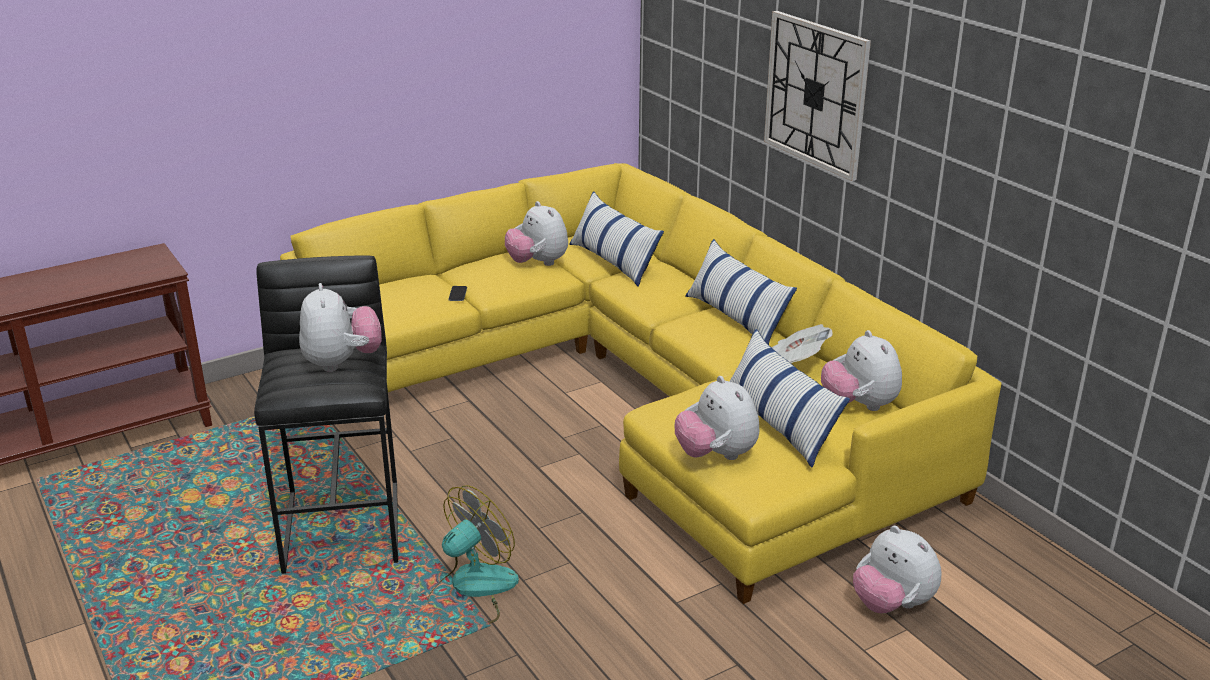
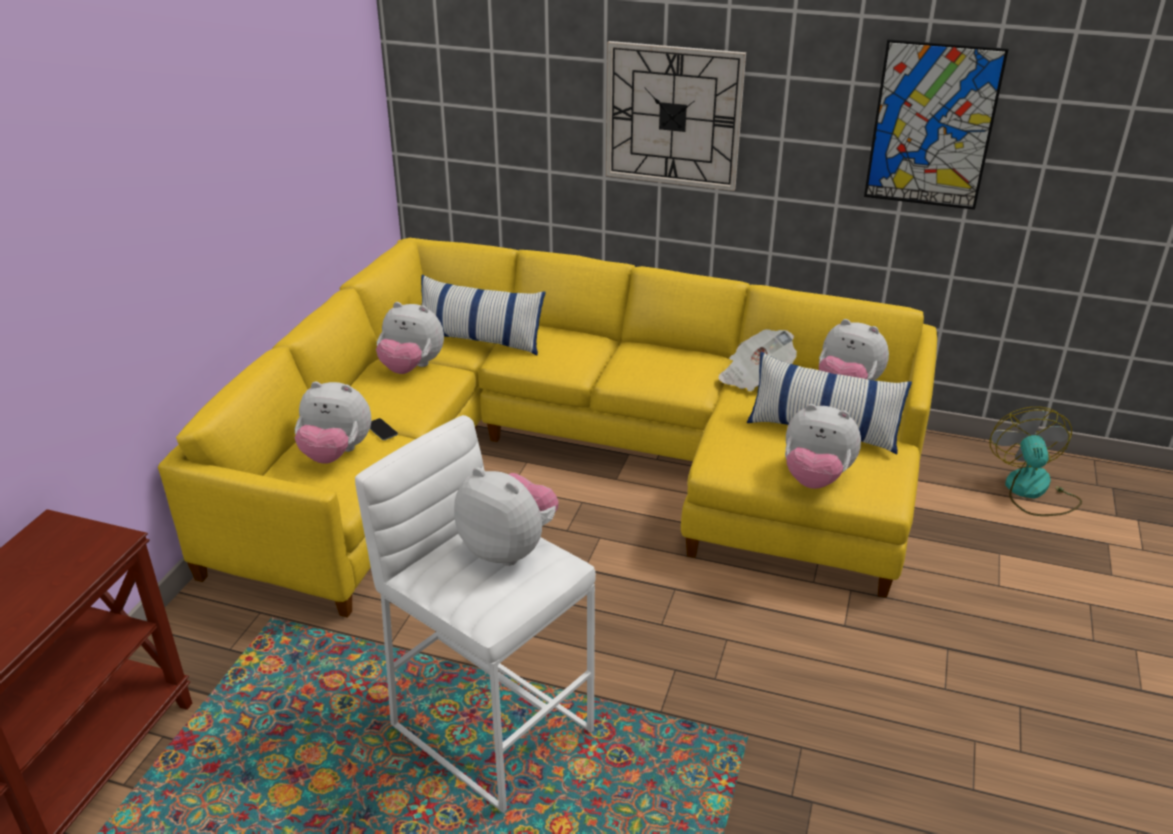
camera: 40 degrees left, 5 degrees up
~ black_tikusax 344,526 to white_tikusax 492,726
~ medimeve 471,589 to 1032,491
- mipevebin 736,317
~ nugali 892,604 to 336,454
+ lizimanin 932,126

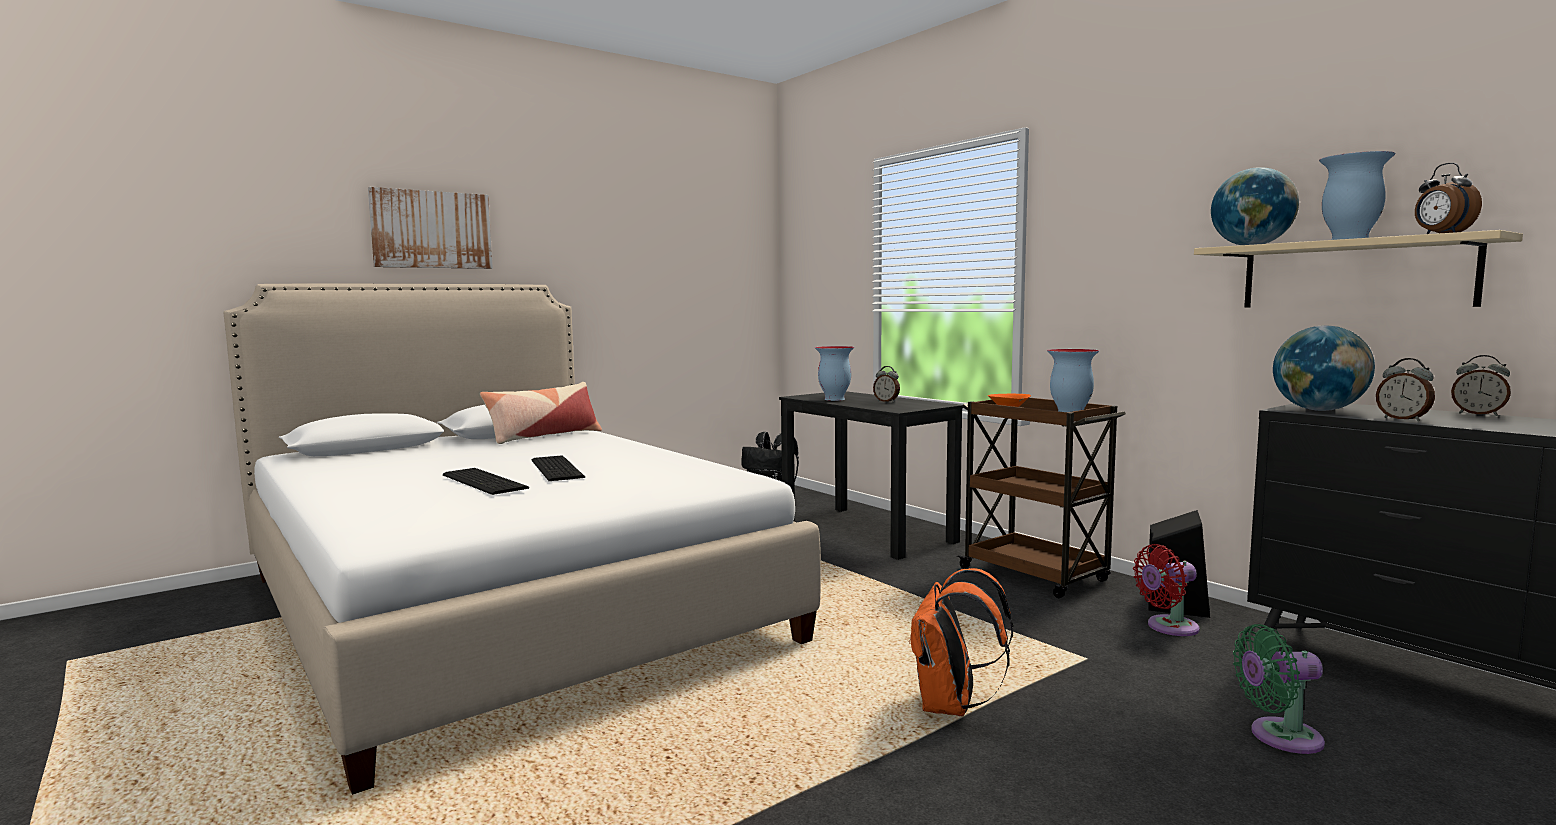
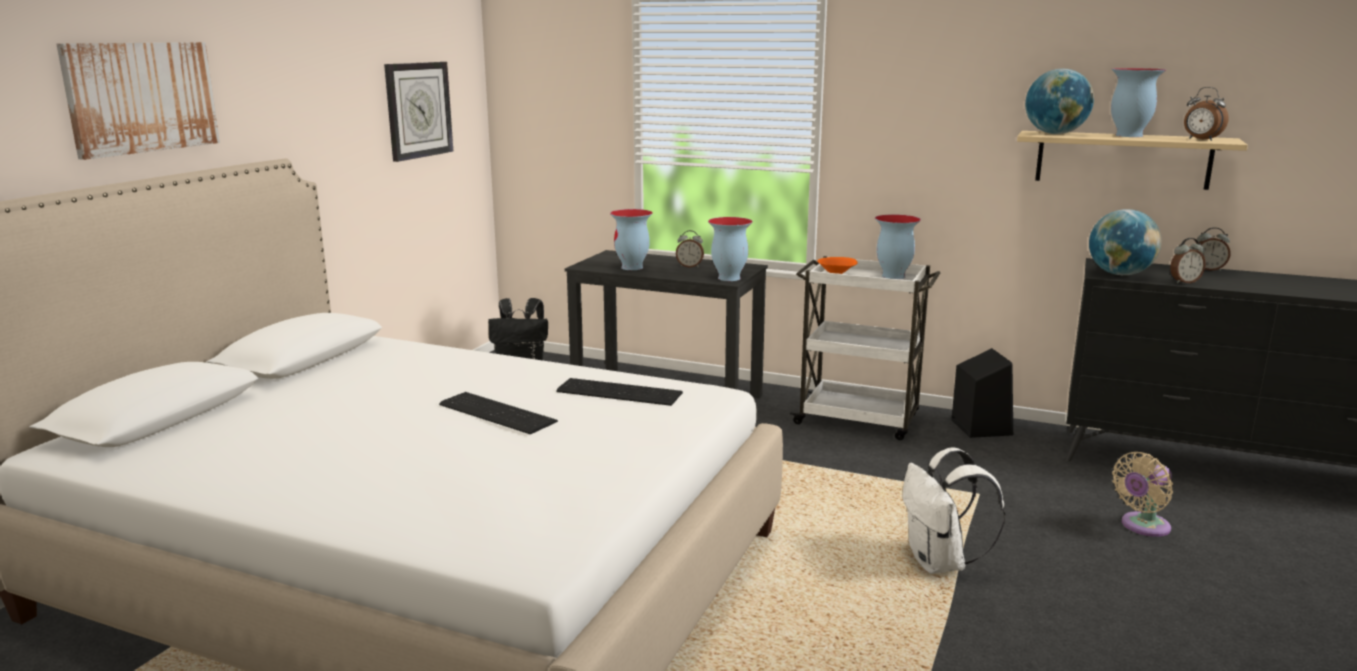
camera: 30 degrees left, 10 degrees up
~ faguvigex 485,481 to 618,391
- mipevebin 544,436
~ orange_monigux 951,707 to white_monigux 940,563
~ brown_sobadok 1035,575 to white_sobadok 859,420
- red_medimeve 1168,627
~ green_medimeve 1279,737 to beige_medimeve 1142,526
~ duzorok 1403,419 = 1184,282 45 degrees counterclockwise
+ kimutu 418,110
+ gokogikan 728,278

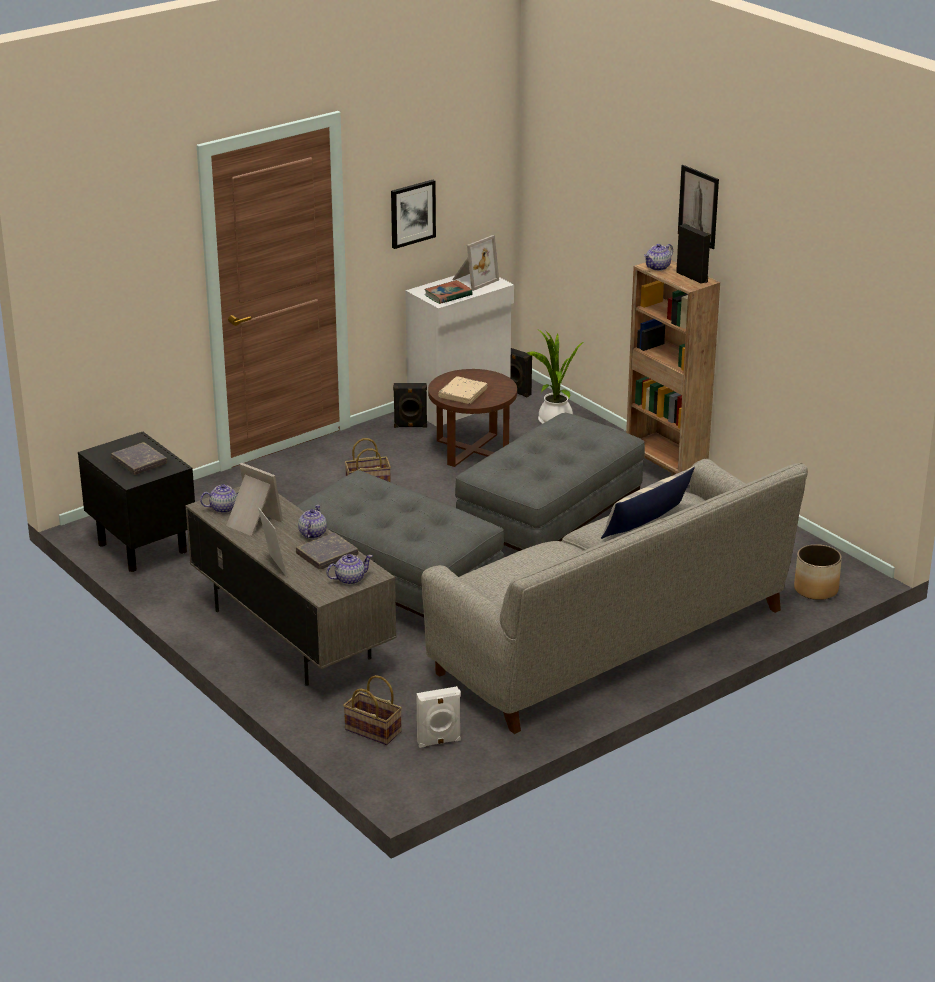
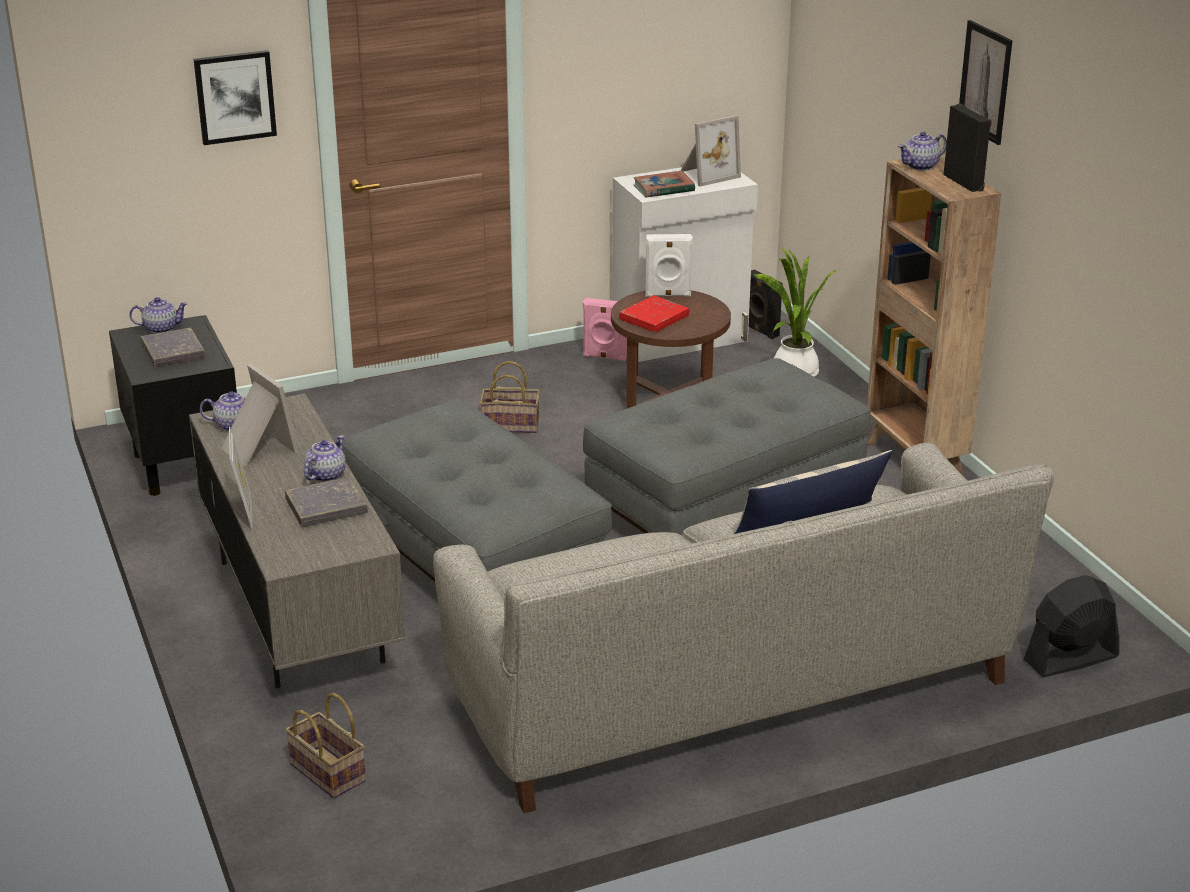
camera: 15 degrees right, 0 degrees up
~ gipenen 349,579 to 160,328
~ lizimanin 412,213 to 235,96
~ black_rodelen 410,426 to pink_rodelen 604,357
~ white_rodelen 439,742 to 668,295
~ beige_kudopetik 463,393 to red_kudopetik 654,318
~ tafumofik 816,590 to black_medimeve 1070,658

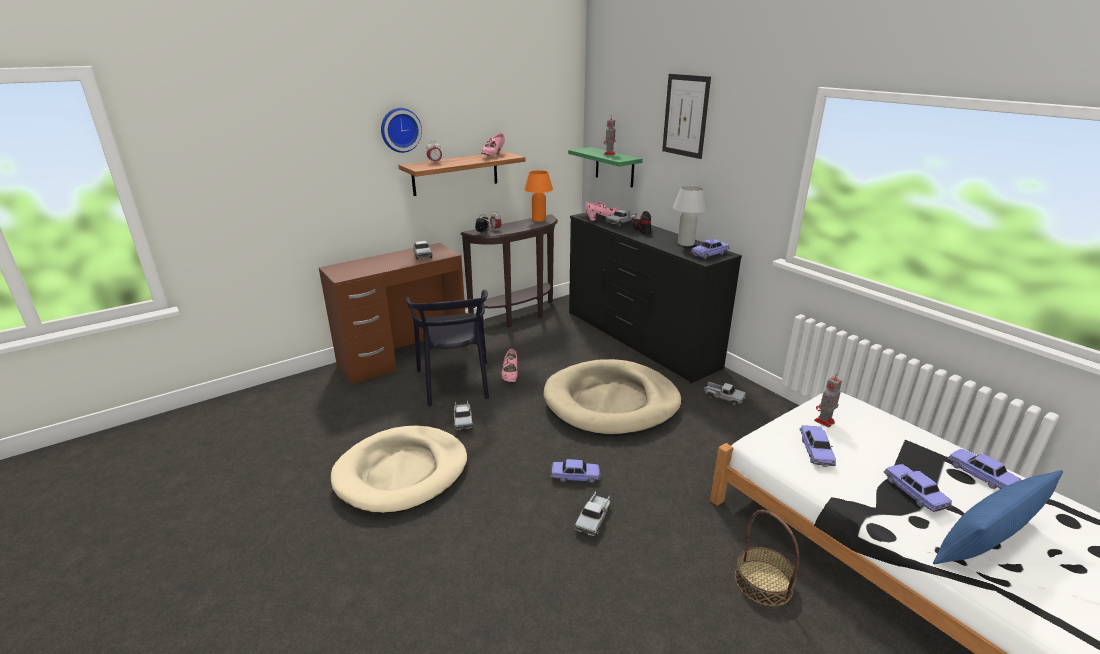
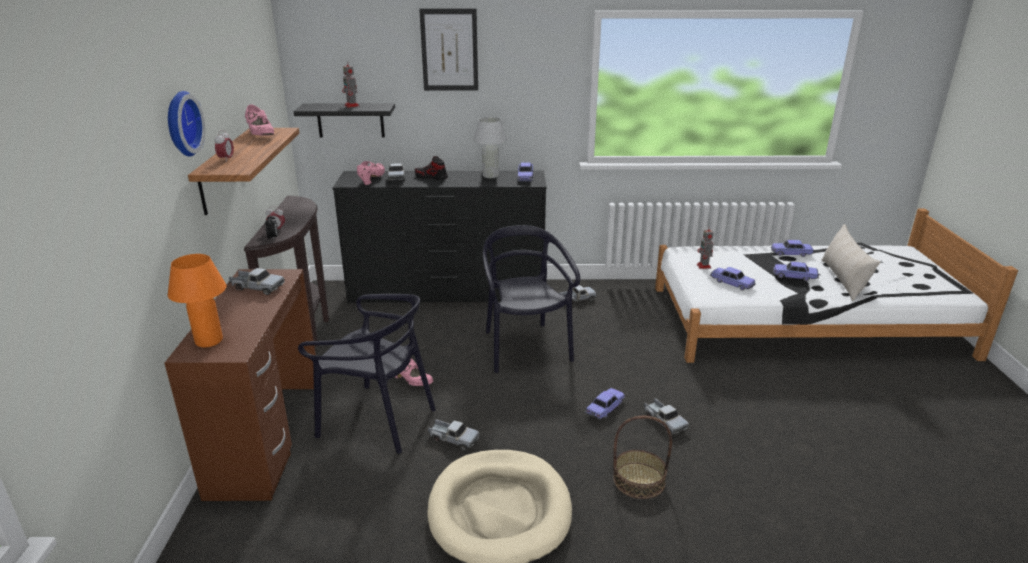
camera: 55 degrees left, 0 degrees up
~ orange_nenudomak 539,220 to 209,341
~ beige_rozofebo 611,402 to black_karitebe 525,348
~ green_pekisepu 614,167 to black_pekisepu 350,120
~ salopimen 763,582 to 639,480
~ blue_mipevebin 986,541 to beige_mipevebin 843,280

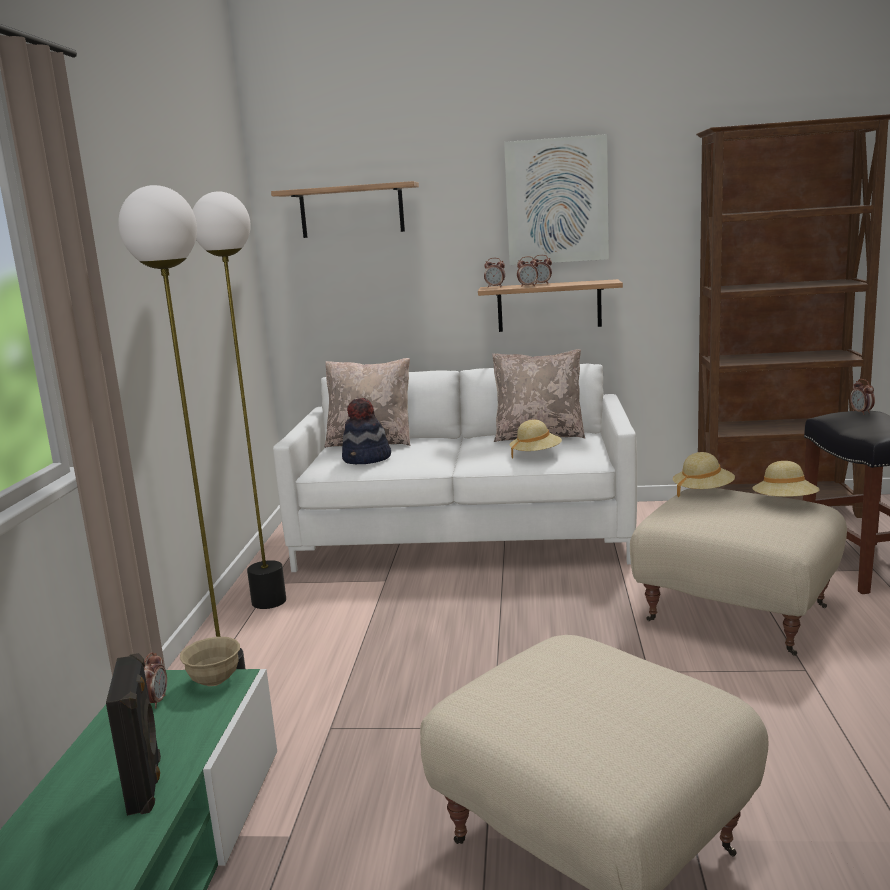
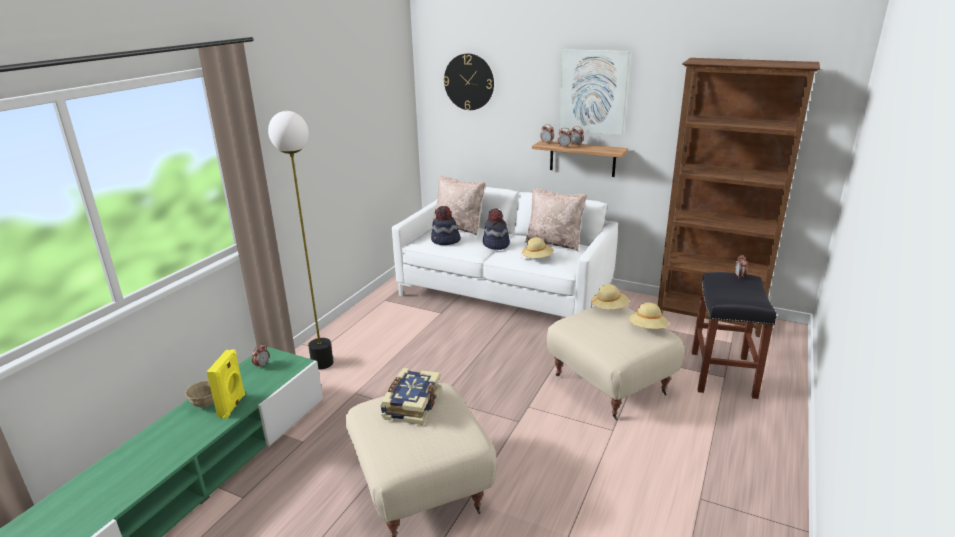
camera: 20 degrees right, 10 degrees up
~ black_rodelen 146,785 to yellow_rodelen 233,406
~ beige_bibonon 214,681 to 205,404
- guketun 269,601
~ pekisepu 351,211 to kimutu 469,82
+ kudopetik 411,404
+ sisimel 496,244

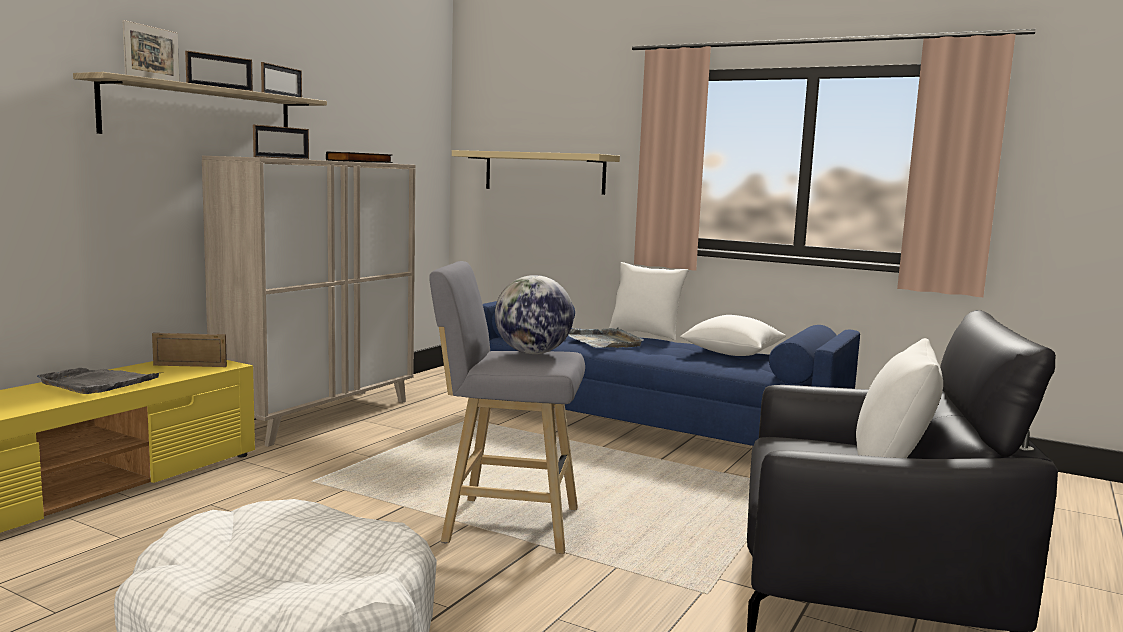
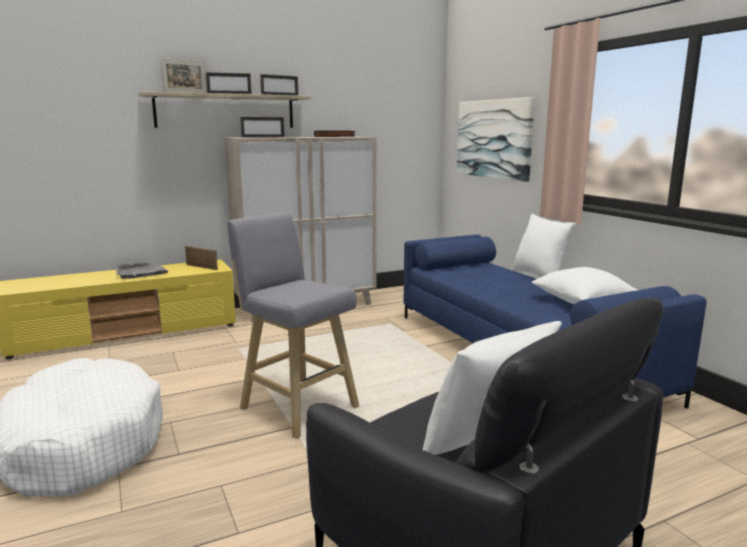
camera: 35 degrees right, 5 degrees up
~ beige_pekisepu 544,172 to lizimanin 493,139
- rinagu 532,353
- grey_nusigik 604,341

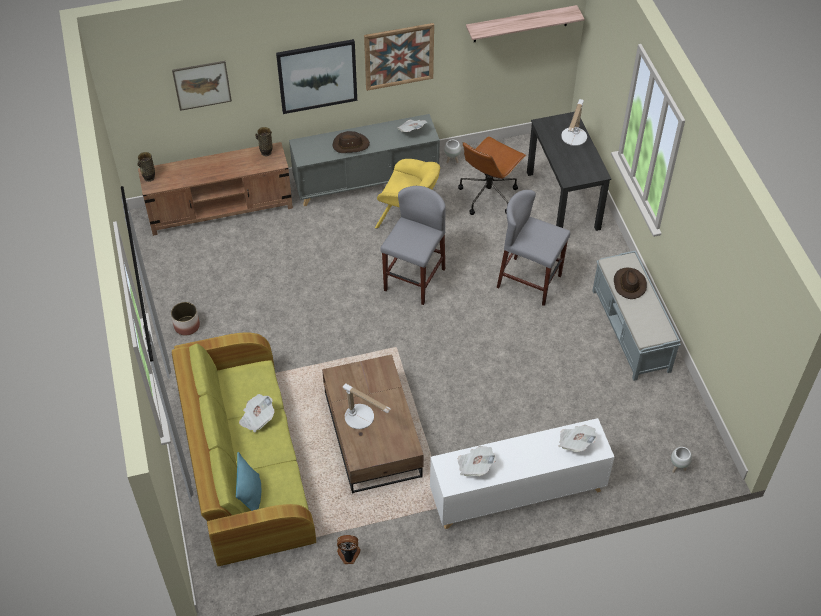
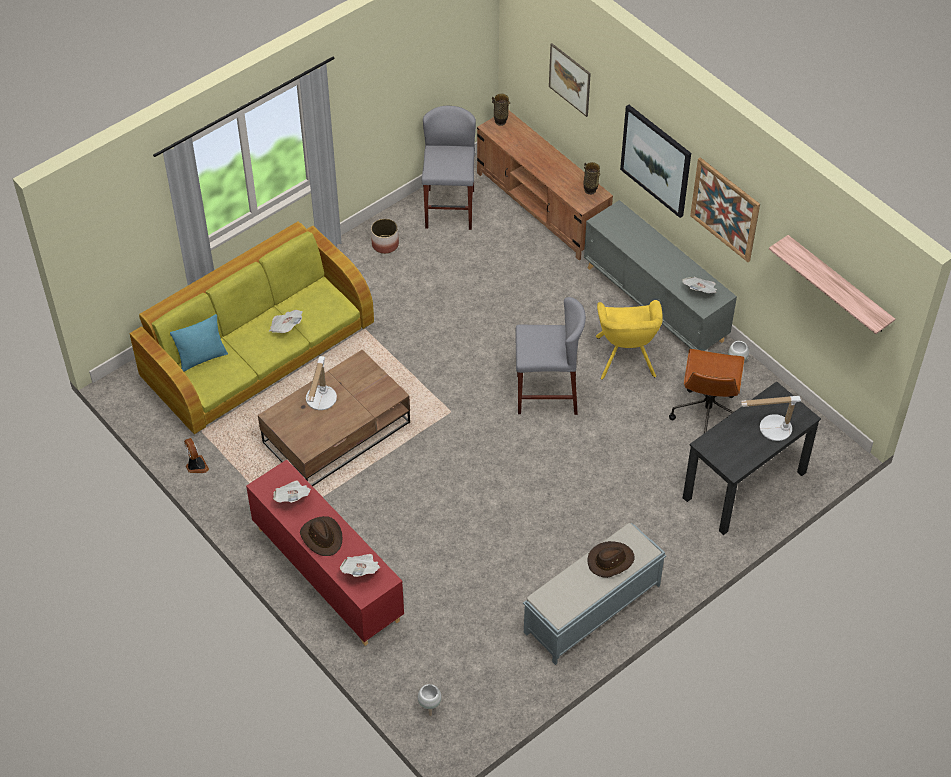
camera: 65 degrees right, 0 degrees up
~ brown_sisimel 350,145 to 322,537
~ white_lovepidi 517,493 to red_lovepidi 327,574
~ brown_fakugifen 488,195 = 707,415 90 degrees counterclockwise
~ grey_tikusax 529,281 to 449,209

